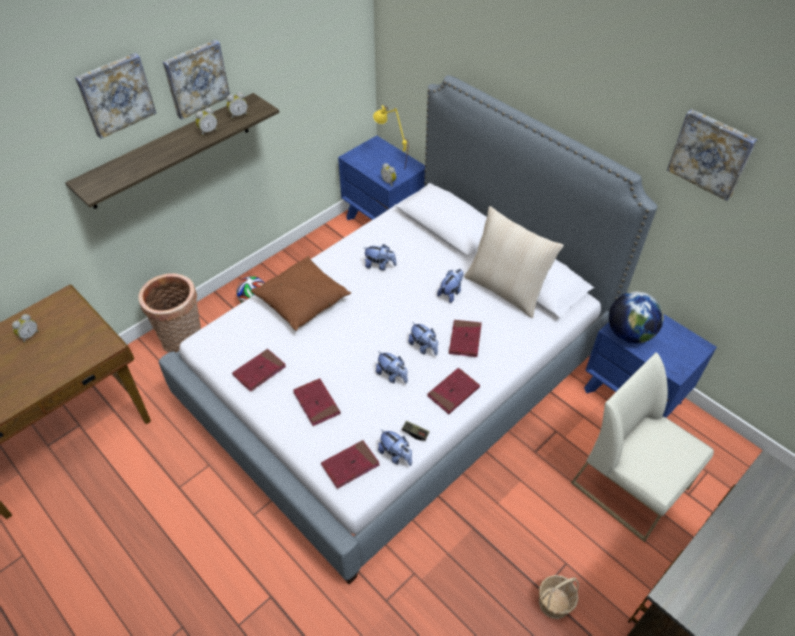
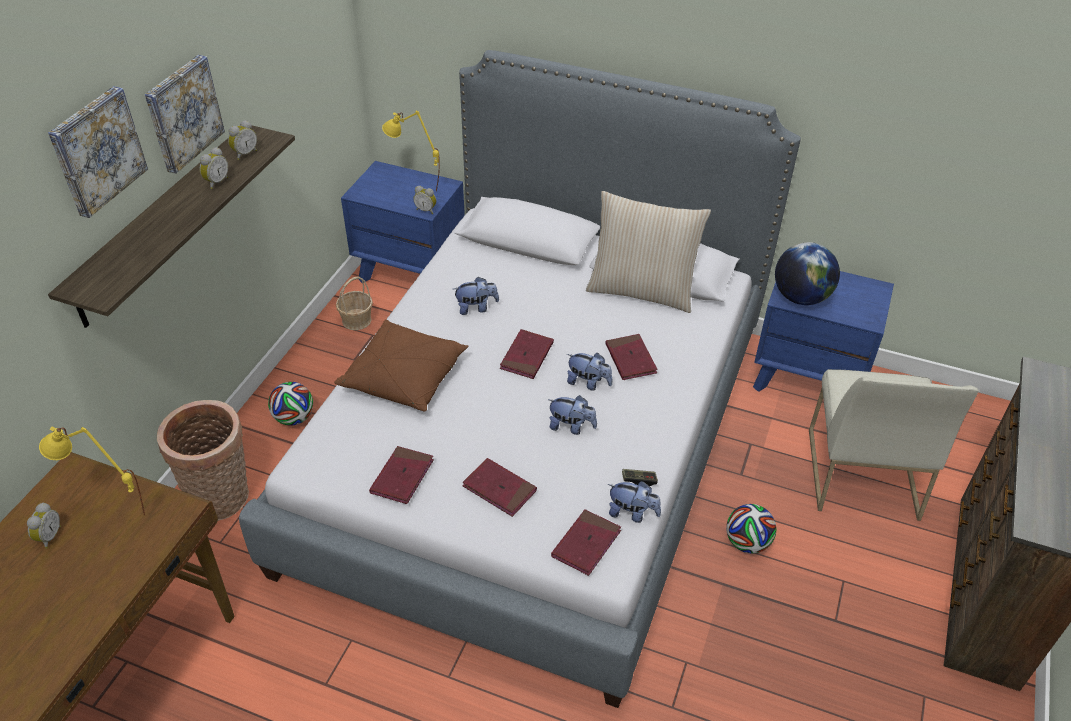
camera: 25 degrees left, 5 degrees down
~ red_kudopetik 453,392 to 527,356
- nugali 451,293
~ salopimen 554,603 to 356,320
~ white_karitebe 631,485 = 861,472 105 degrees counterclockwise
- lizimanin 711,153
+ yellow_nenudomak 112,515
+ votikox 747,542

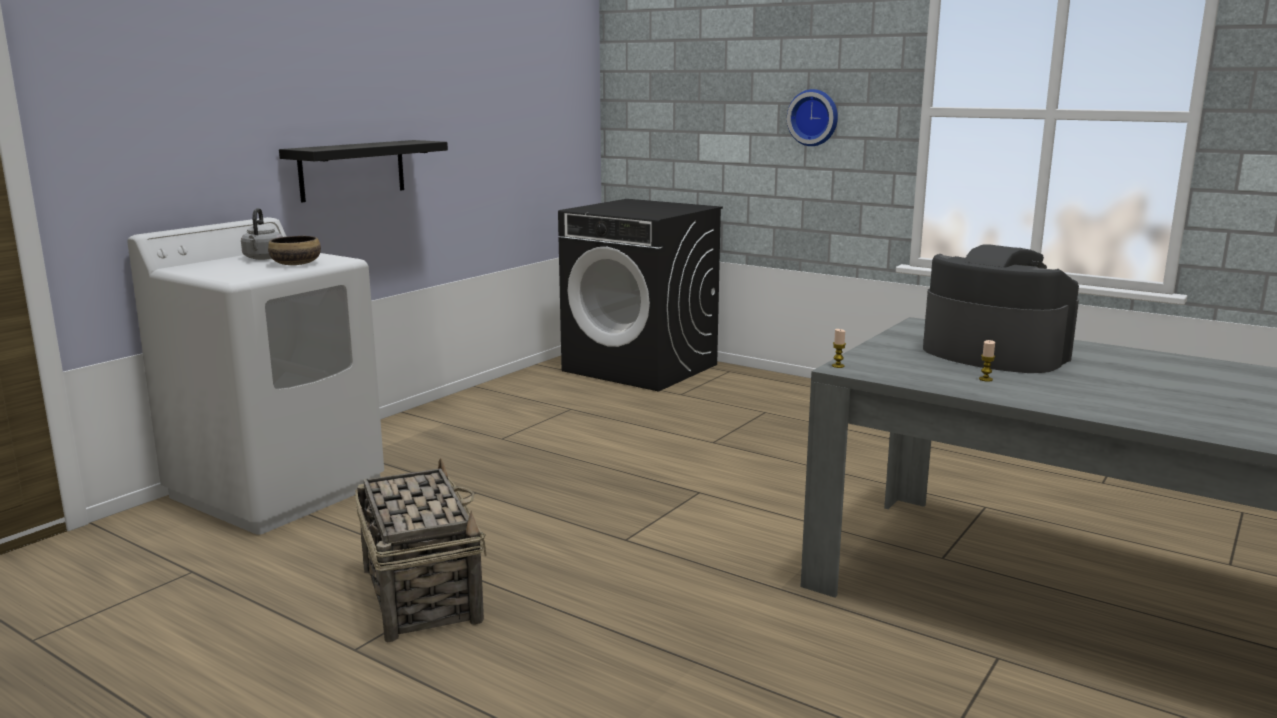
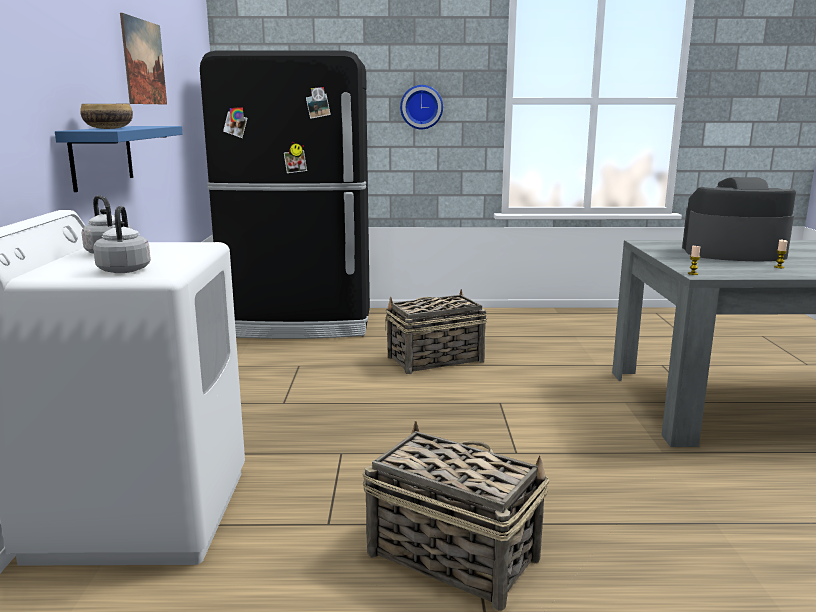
camera: 35 degrees left, 0 degrees up
~ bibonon 296,264 to 109,128
~ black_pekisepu 352,170 to blue_pekisepu 102,156
~ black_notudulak 641,368 to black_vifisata 299,323
+ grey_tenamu 125,269
+ lizimanin 144,62
+ salopimen 434,360

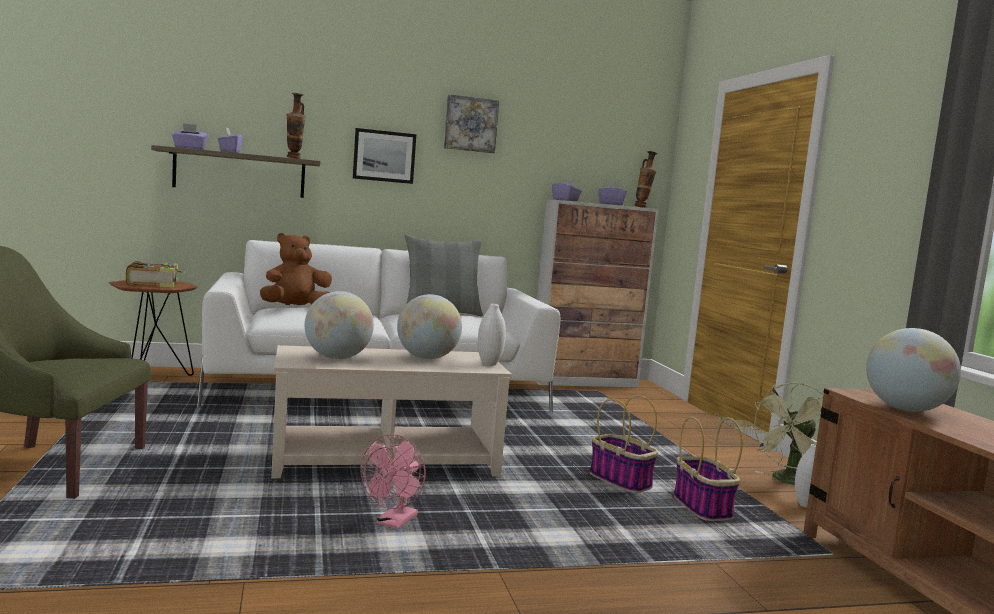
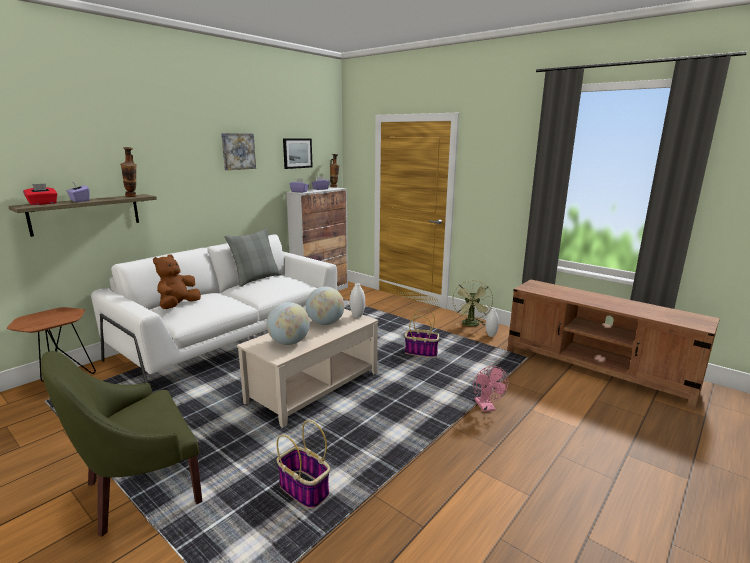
camera: 35 degrees left, 10 degrees up
- kudopetik 154,283
~ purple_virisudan 189,148 to red_virisudan 43,203
~ lizimanin 384,156 to 297,153
~ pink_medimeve 393,523 to 486,407
~ salopimen 703,508 to 305,490
- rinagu 906,410

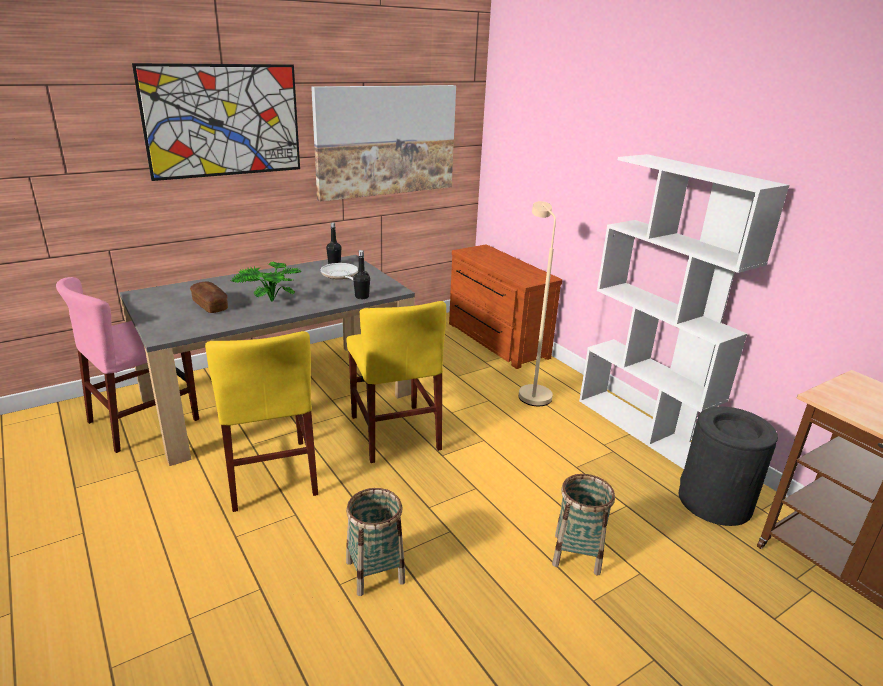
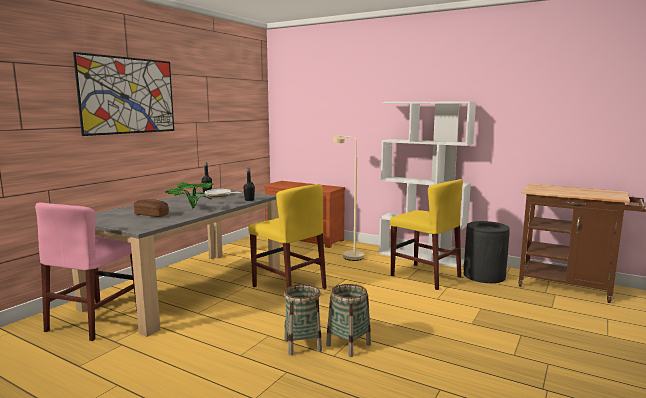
camera: 25 degrees left, 15 degrees down
~ yellow_karitebe 270,473 to 425,276
- lizimanin 386,141
~ salopimen 576,554 to 302,345

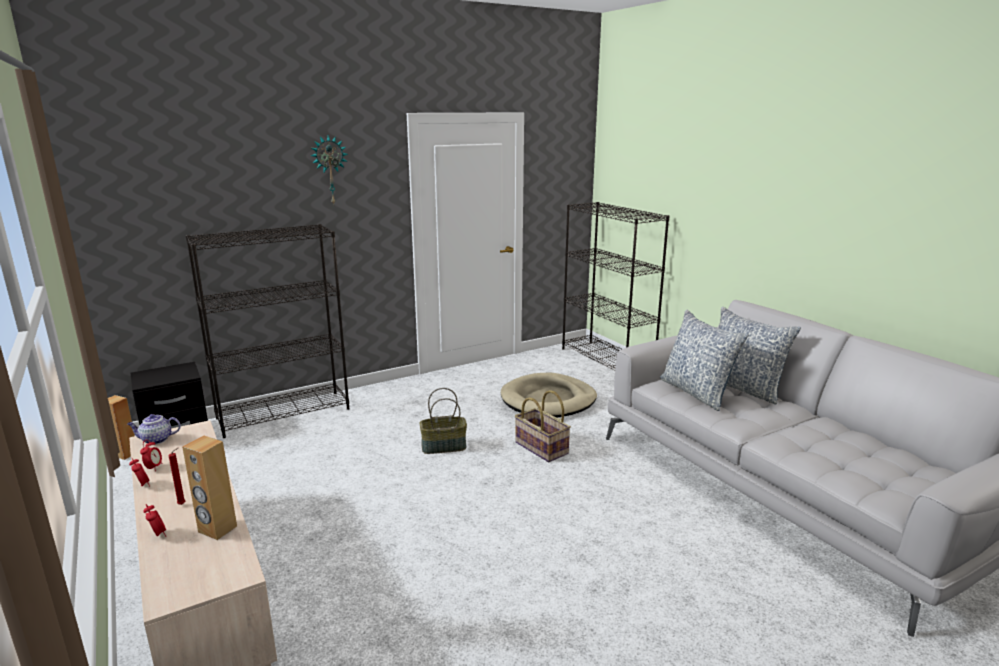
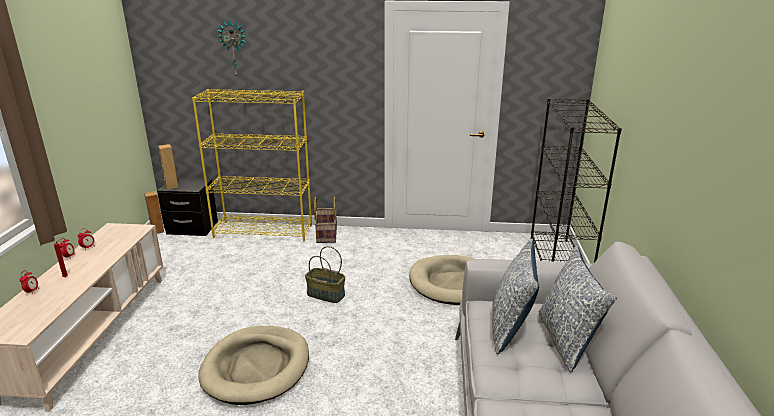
camera: 35 degrees right, 5 degrees up
- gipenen 156,440
~ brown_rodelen 217,529 to 171,186
~ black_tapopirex 284,413 to yellow_tapopirex 264,231
~ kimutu 330,170 to 234,49
~ salopimen 540,448 to 326,234
+ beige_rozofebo 257,367

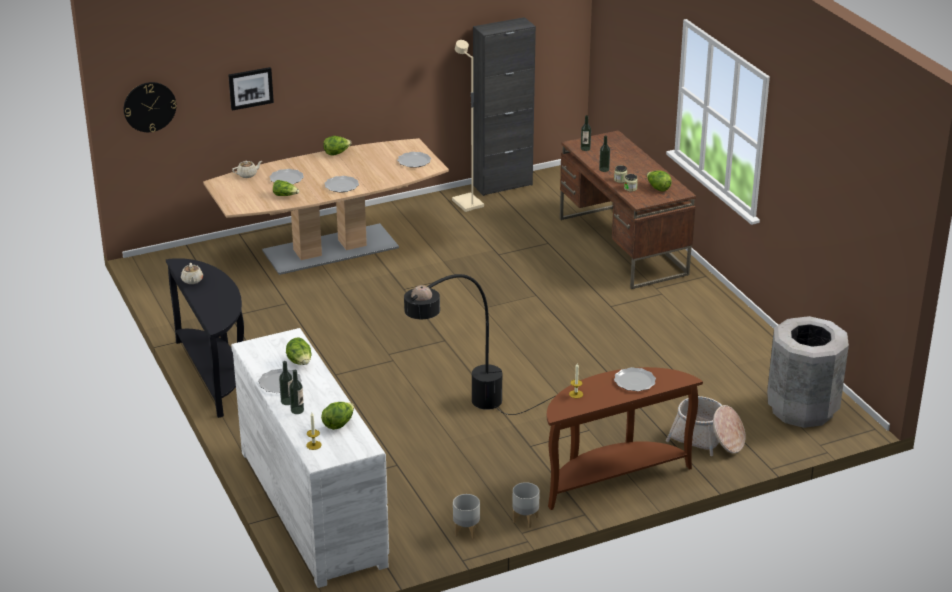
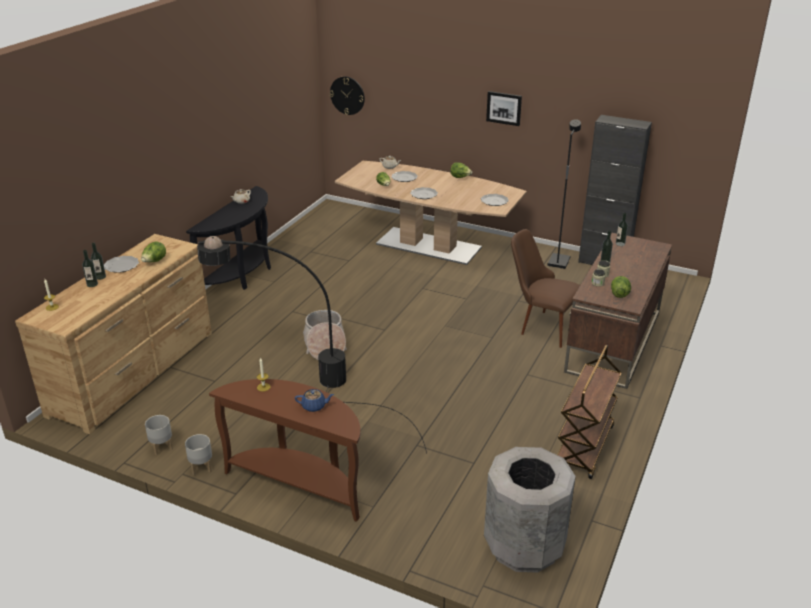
camera: 50 degrees right, 0 degrees up
~ lizimanin 250,88 to 504,108
~ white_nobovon 313,506 to brown_nobovon 135,372
- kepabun 338,424
~ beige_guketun 467,204 to black_guketun 558,262
~ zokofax 634,381 to blue_gipenen 314,406
~ salopimen 707,439 to 325,345
+ brown_karitebe 541,325
+ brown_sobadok 585,448

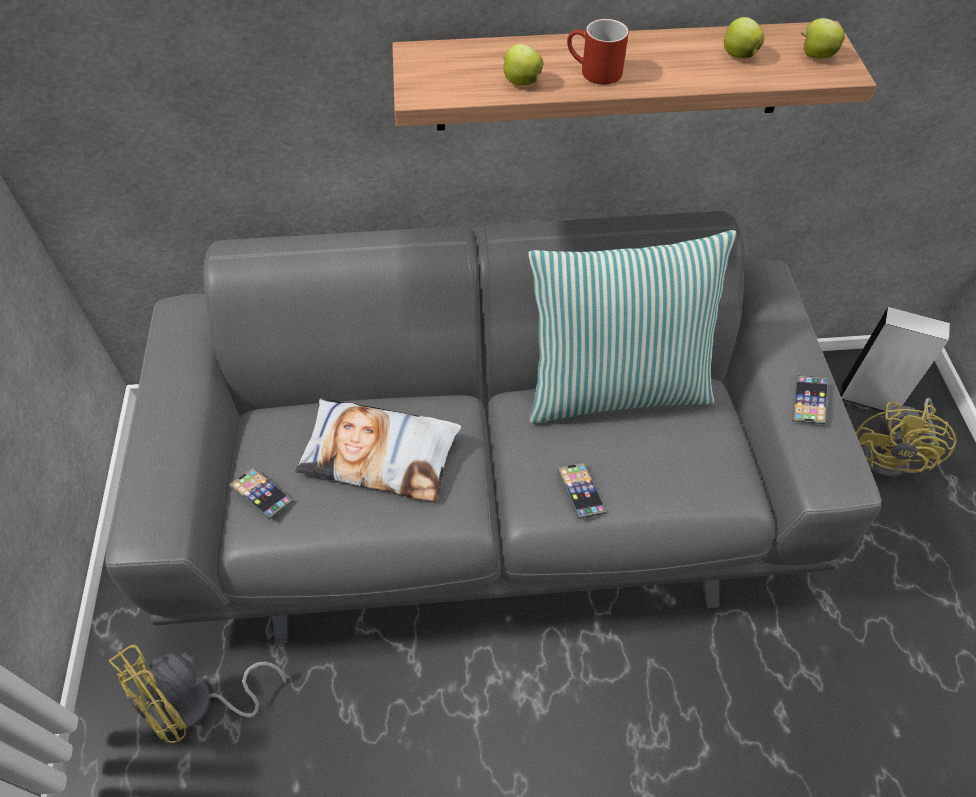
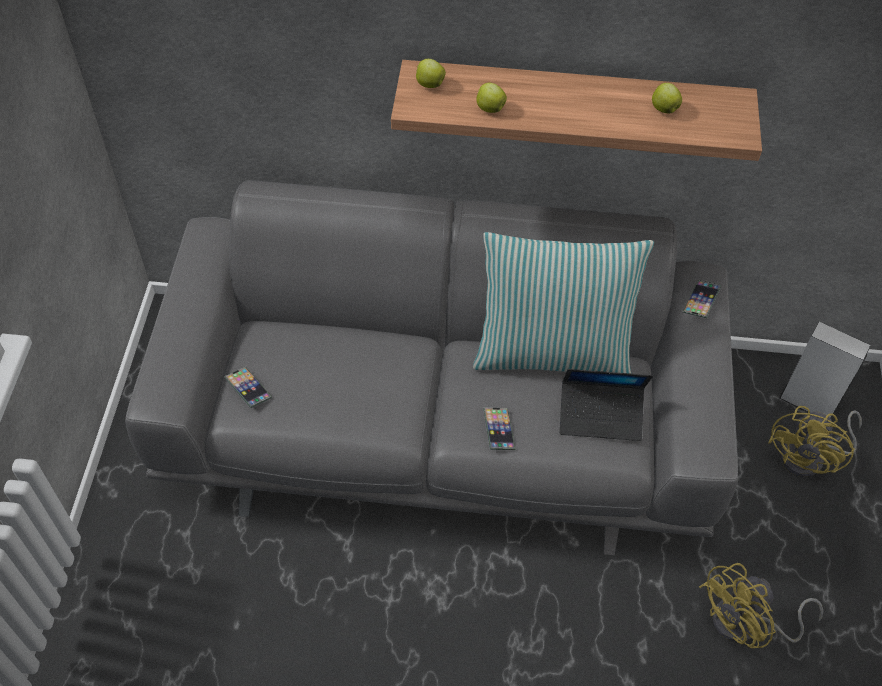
camera: 10 degrees right, 0 degrees up
~ yellow_medimeve 197,705 to 746,624
- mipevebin 380,454
- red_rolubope 593,72
~ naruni 809,402 to 701,301
~ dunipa 815,55 to 429,84
+ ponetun 600,415

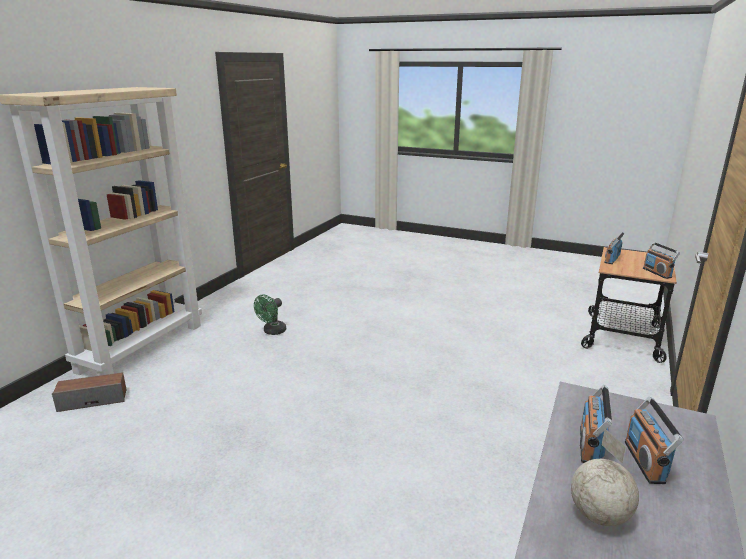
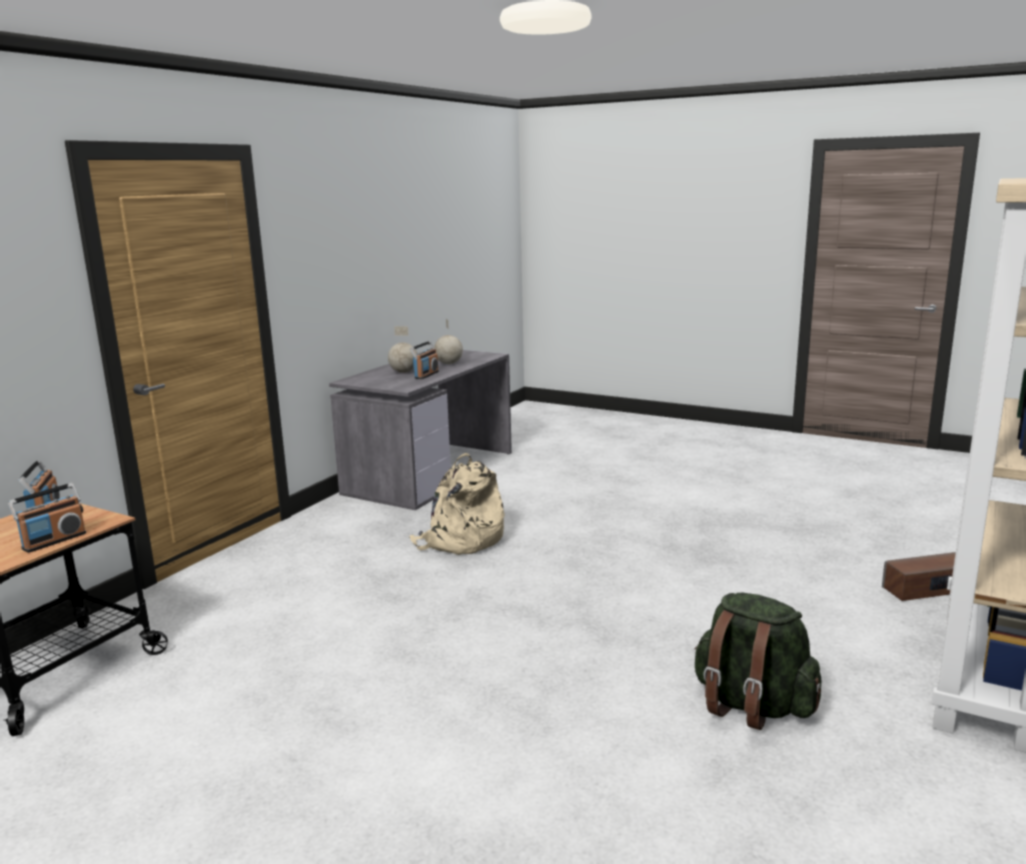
camera: 175 degrees left, 5 degrees down
~ green_medimeve 272,332 to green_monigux 751,705
~ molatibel 645,462 to rinagu 403,372
+ beige_monigux 461,540

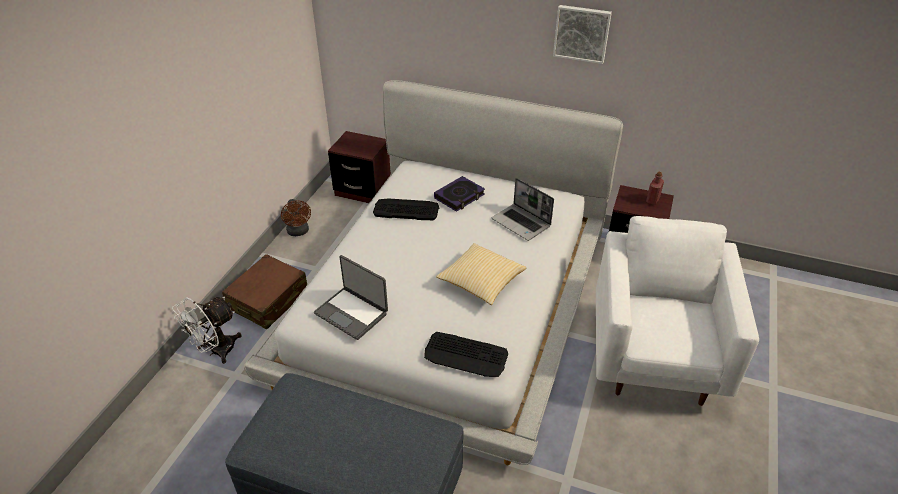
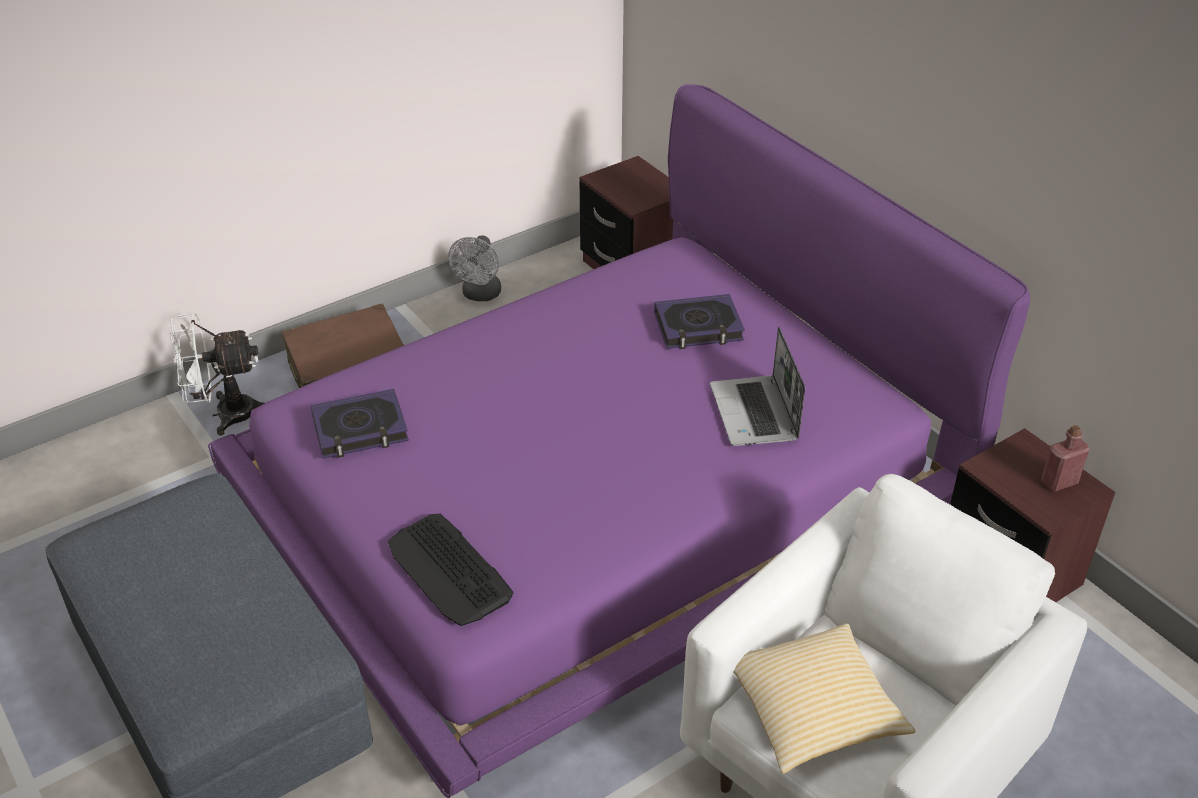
camera: 35 degrees right, 0 degrees up
~ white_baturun 449,300 to purple_baturun 599,498
~ brown_medimeve 298,232 to grey_medimeve 480,295
~ ponetun 352,313 to kudopetik 360,430
- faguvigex 406,210
~ mipevebin 481,282 to 813,712
- lizimanin 582,33

